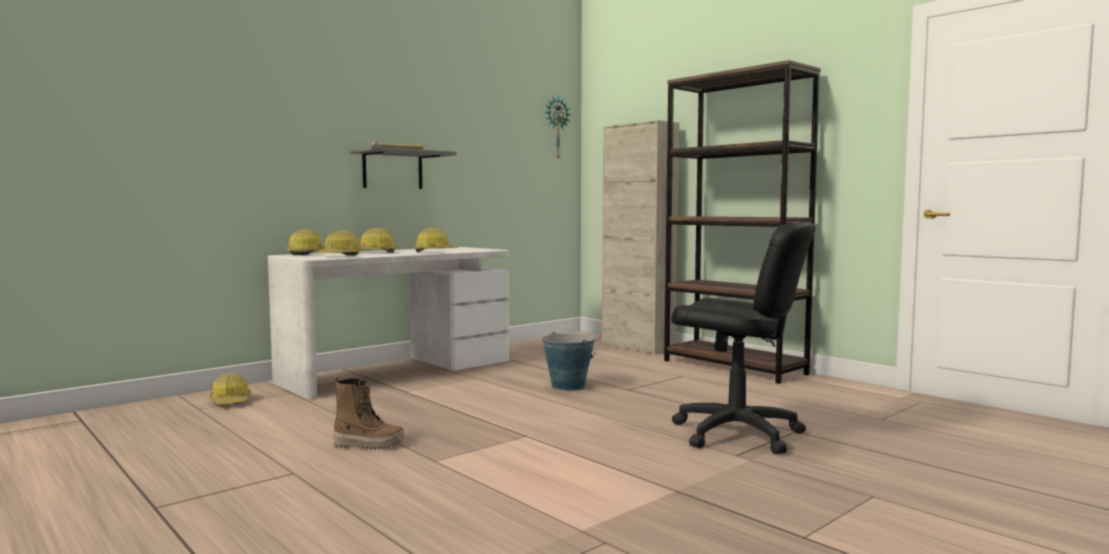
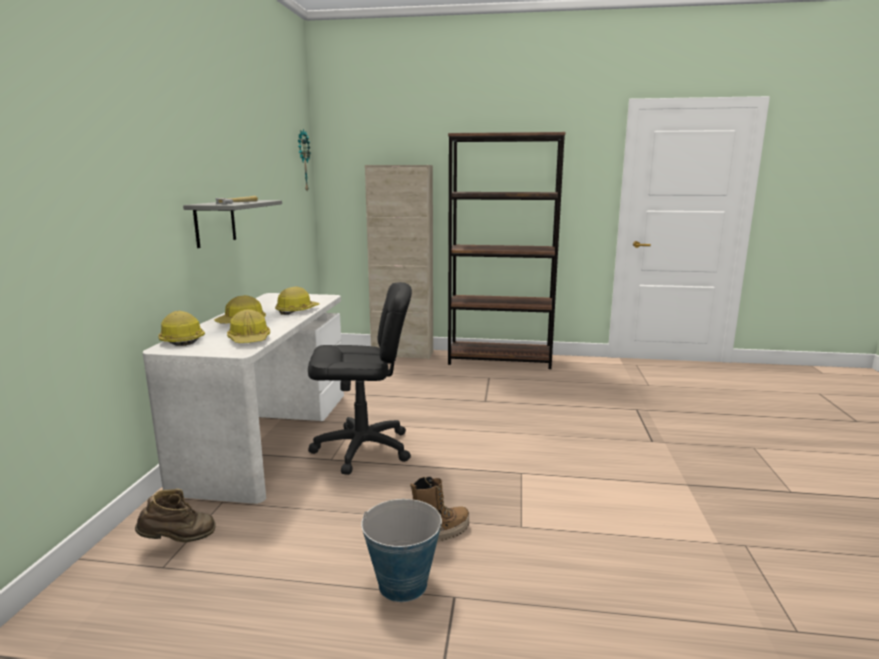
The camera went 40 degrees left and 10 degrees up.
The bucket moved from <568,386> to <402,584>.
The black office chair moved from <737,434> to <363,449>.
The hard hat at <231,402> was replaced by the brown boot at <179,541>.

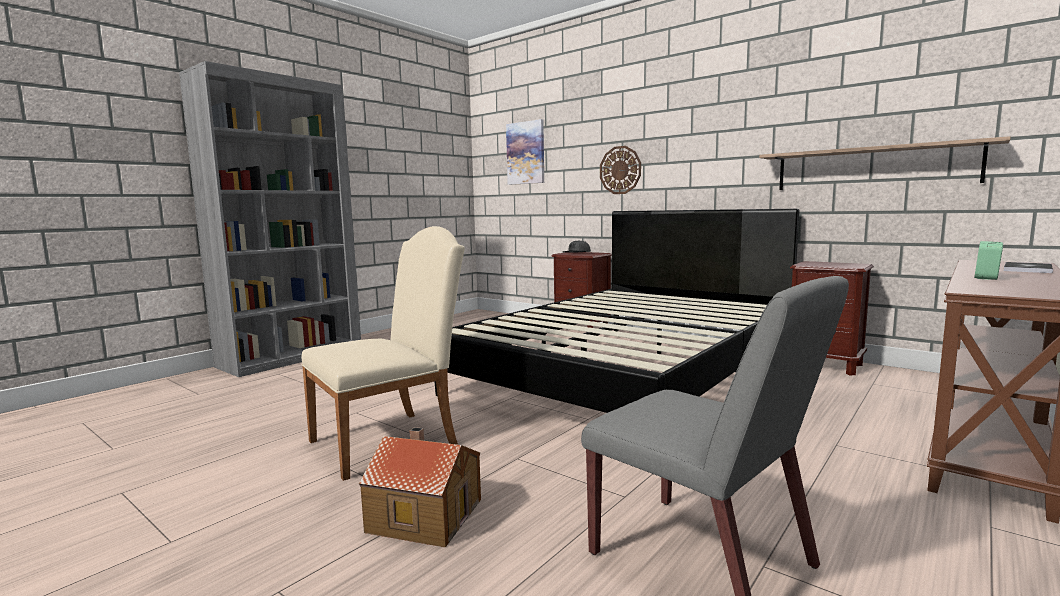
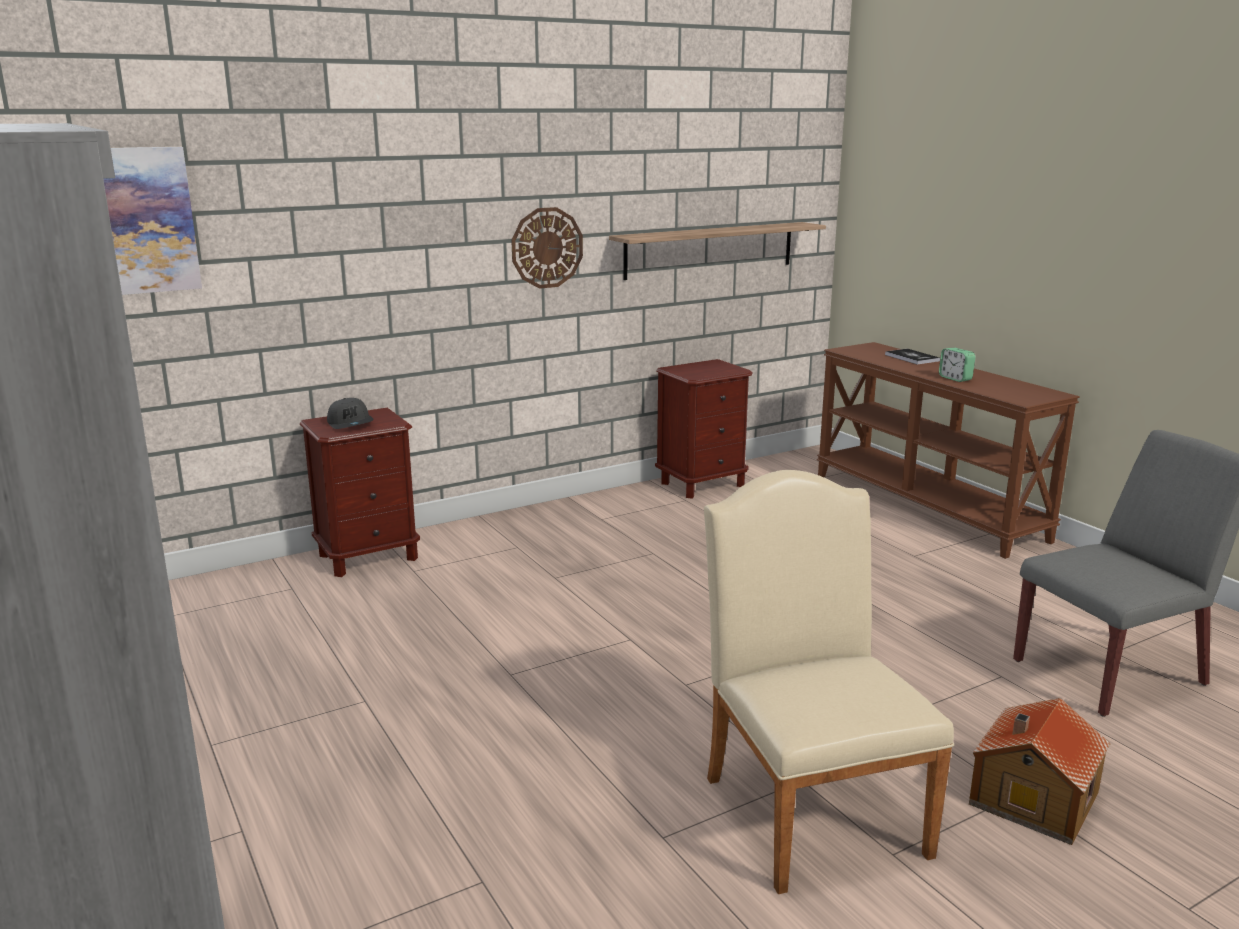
The camera went 70 degrees left and 10 degrees up.
The black bed at <629,372> disappeared.
The wall clock moved from <620,170> to <547,248>.

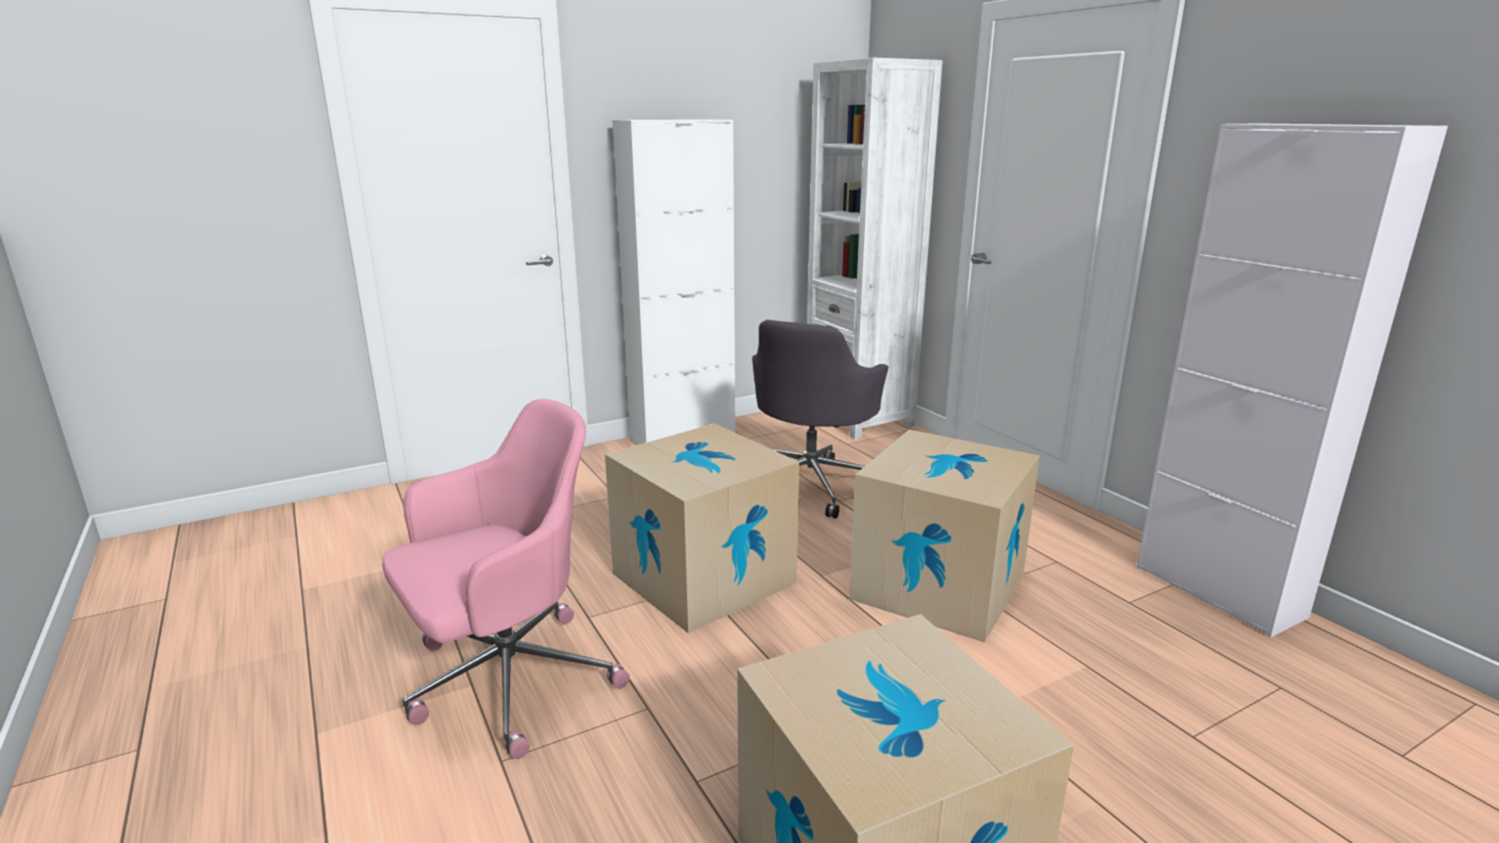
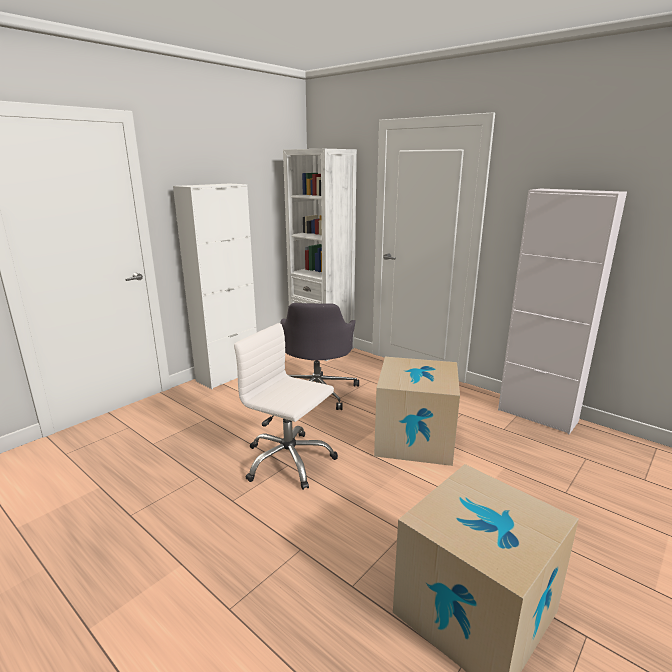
The camera went 20 degrees left and 0 degrees up.
The pink office chair at <507,681> disappeared.
The cardboard box at <703,578> was replaced by the white office chair at <288,461>.

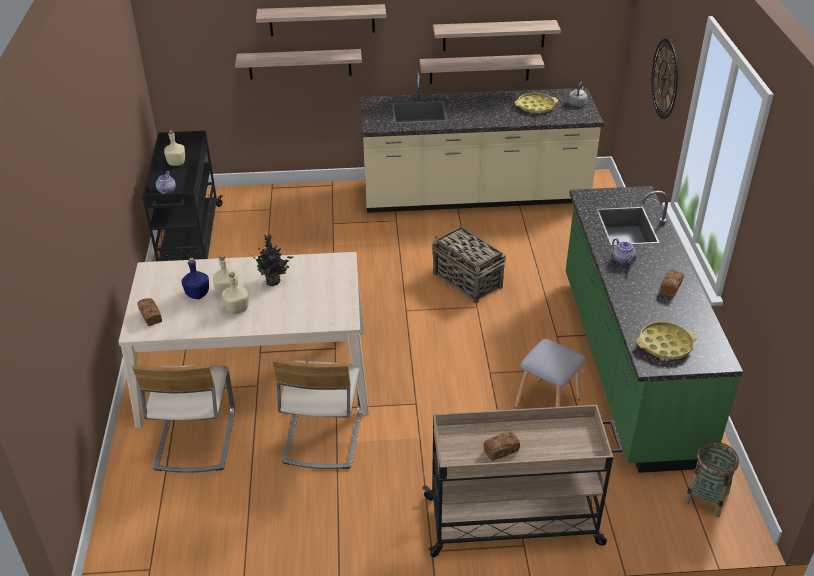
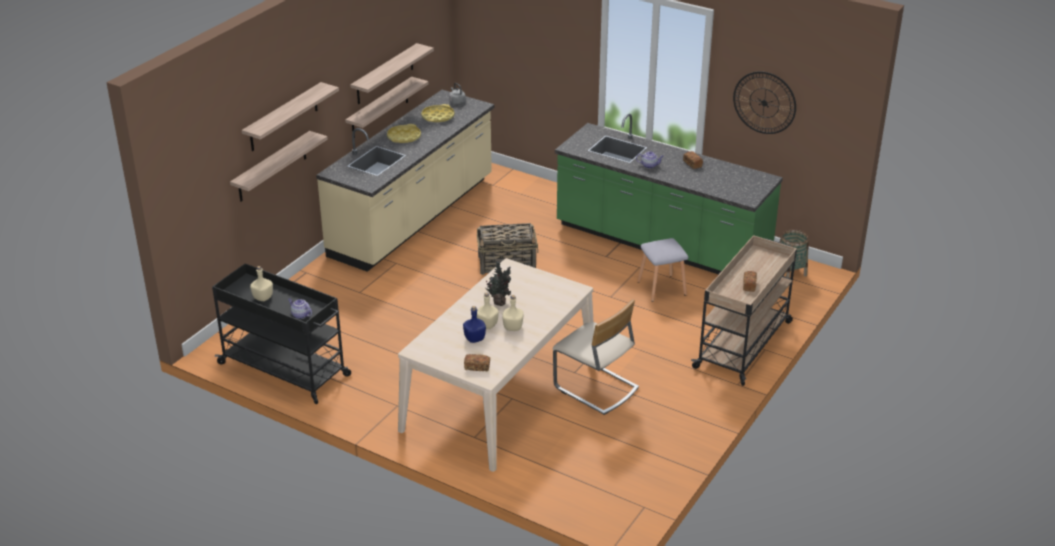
The camera went 55 degrees left and 5 degrees down.
The beige chair at <195,440> disappeared.
The yellow tray moved from <665,344> to <404,137>.
The wall clock moved from <664,79> to <764,102>.

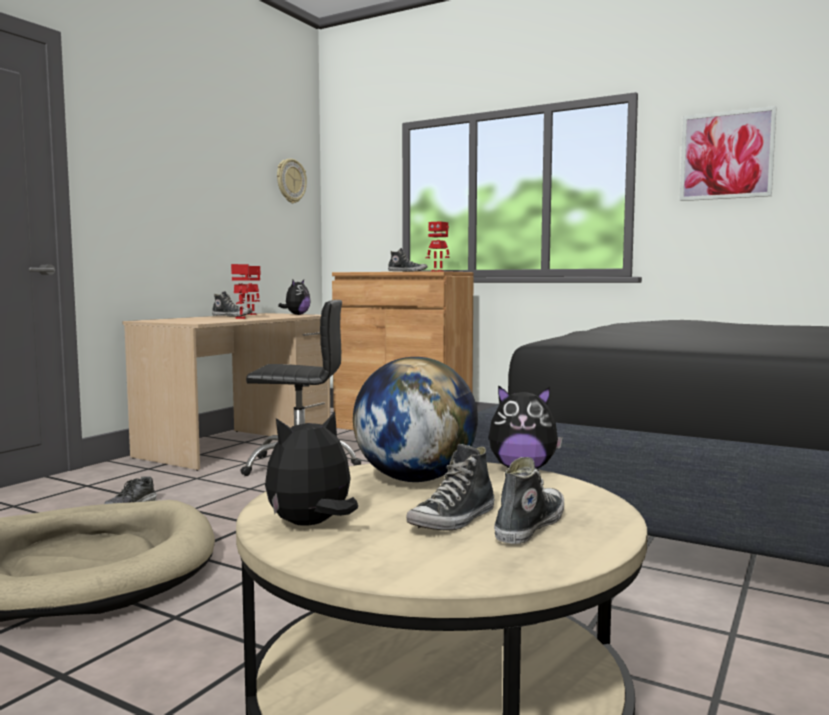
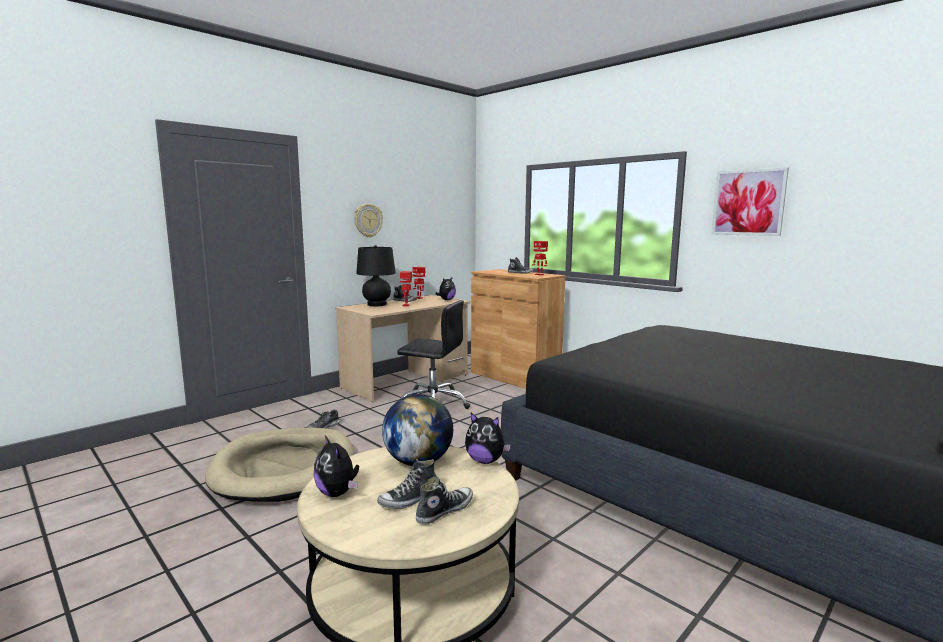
The camera went 15 degrees right and 5 degrees up.
The black table lamp at <377,304> appeared.
The wall clock moved from <290,181> to <368,220>.
The plush toy at <311,525> turned 105 degrees counterclockwise.

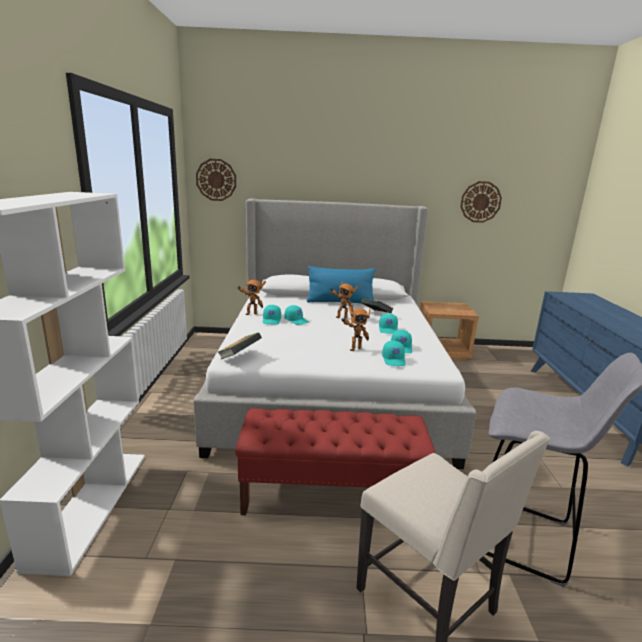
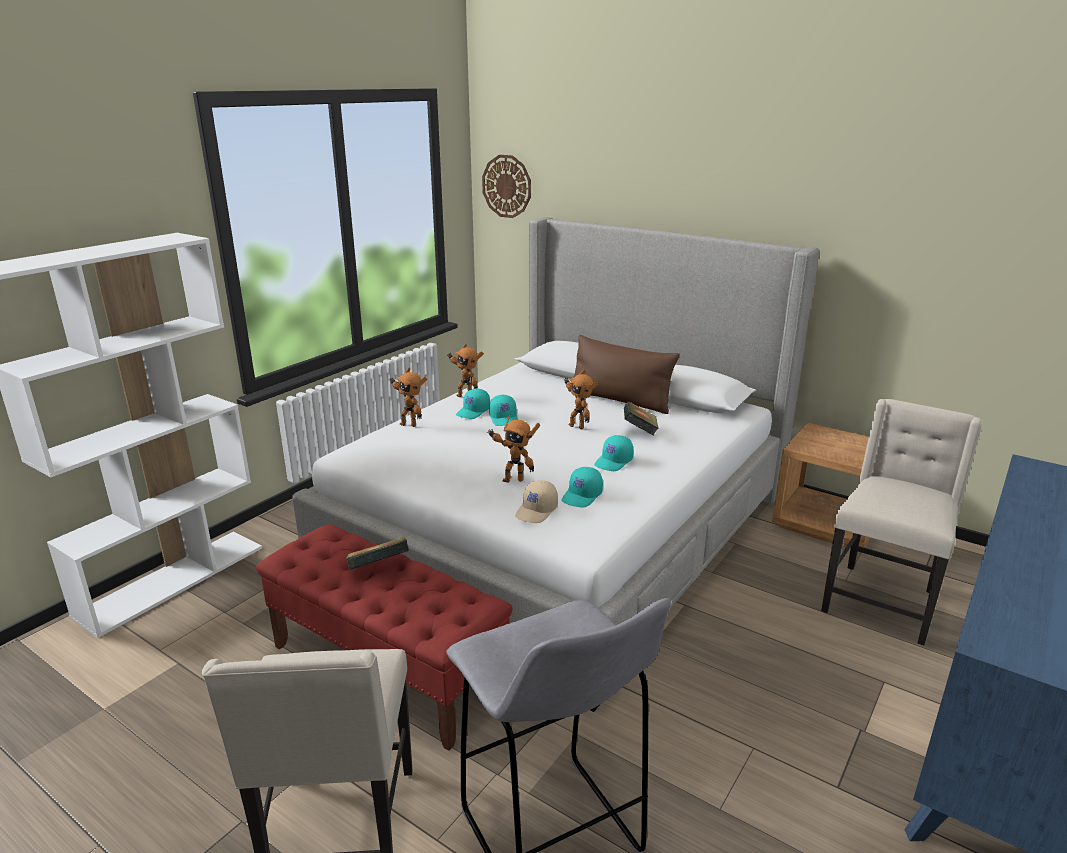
The camera went 35 degrees right and 5 degrees up.
The wall clock at <480,202> disappeared.
The toy robot at <409,424> appeared.
The beige chair at <880,601> appeared.
The book moved from <239,357> to <379,569>.
The blue pillow at <340,302> became the brown pillow at <619,400>.
The turquoise cap at <394,360> became the beige cap at <537,511>.

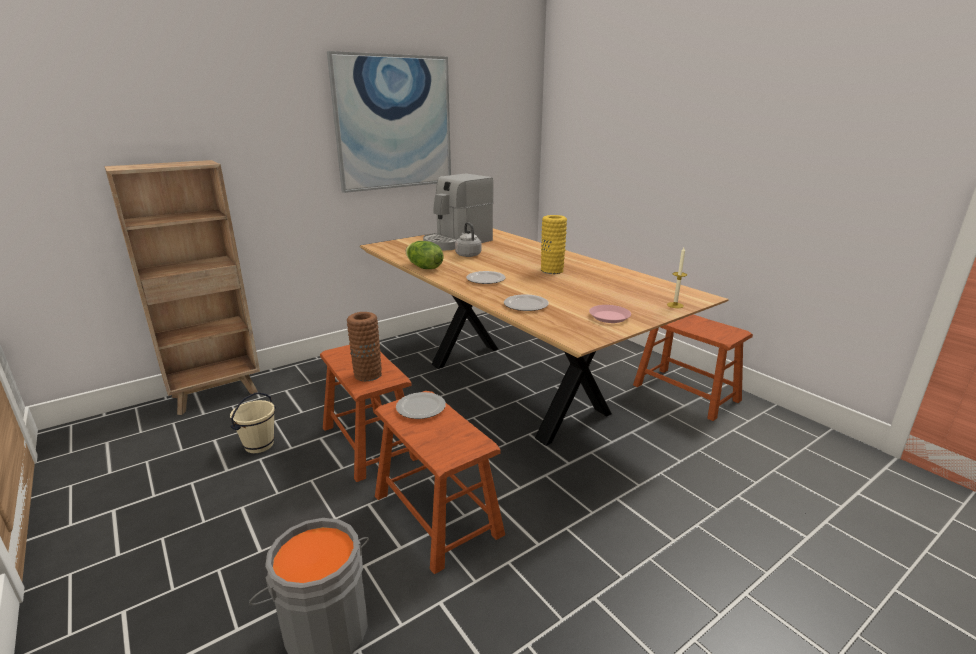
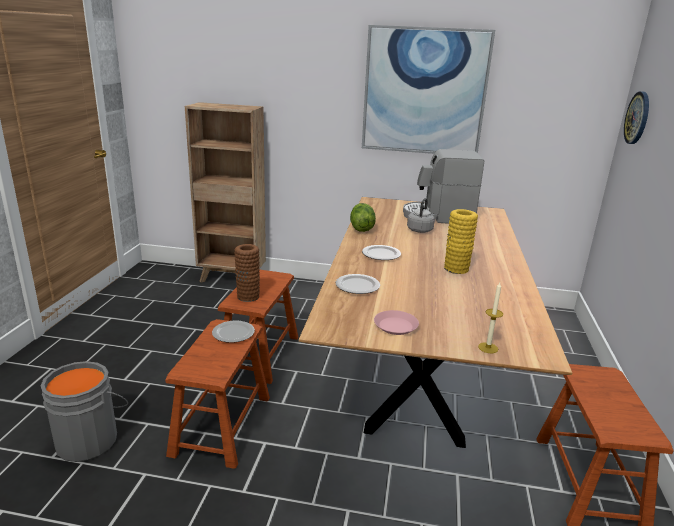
The camera went 45 degrees right and 0 degrees up.
The beige bucket at <259,445> disappeared.
The wall clock at <637,118> appeared.

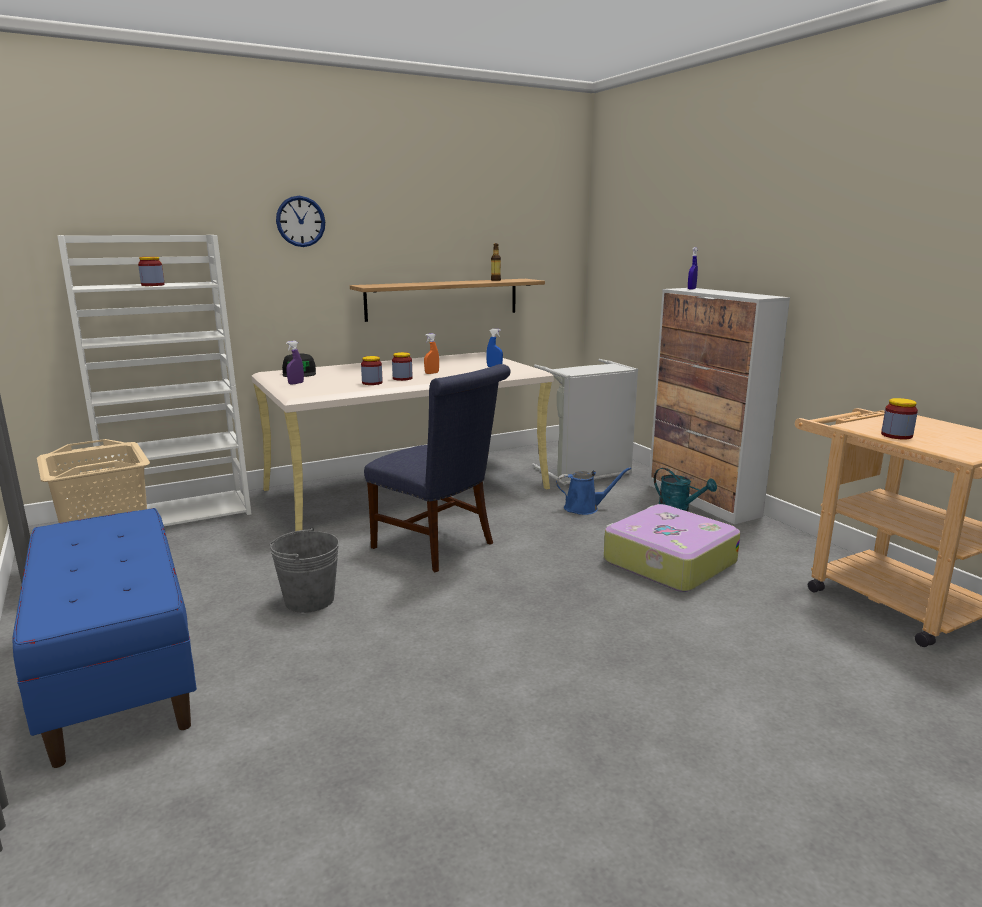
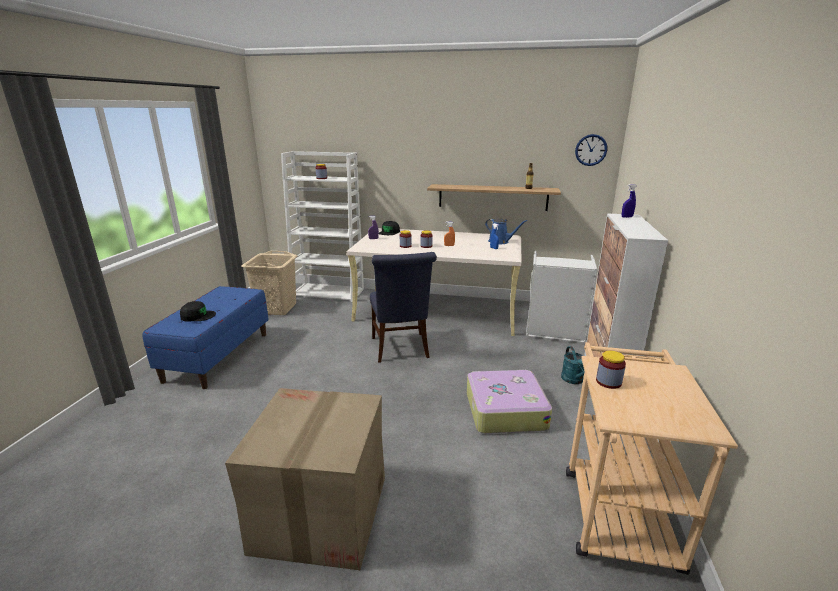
The camera went 40 degrees right and 5 degrees up.
The grey bucket at <309,600> disappeared.
The black cap at <198,316> appeared.
The cardboard box at <320,514> appeared.
The wall clock moved from <300,221> to <591,150>.
The blue watering can moved from <585,508> to <500,242>.

